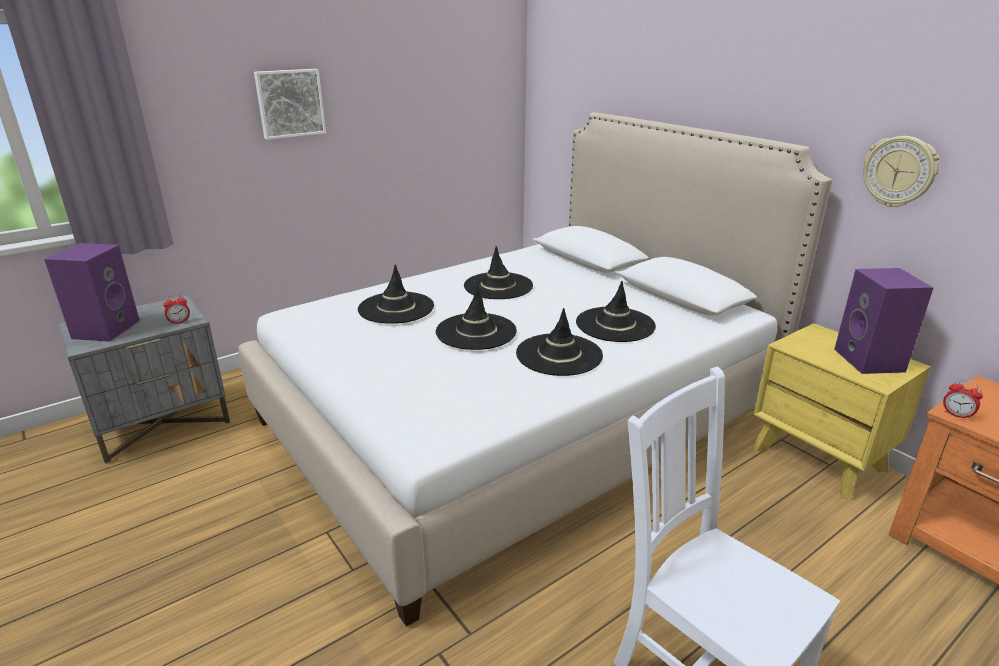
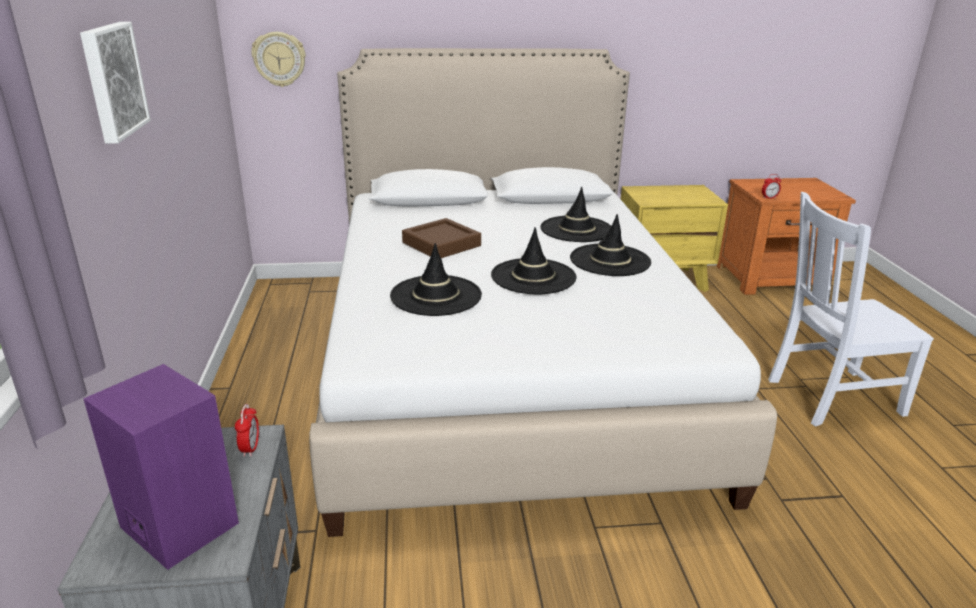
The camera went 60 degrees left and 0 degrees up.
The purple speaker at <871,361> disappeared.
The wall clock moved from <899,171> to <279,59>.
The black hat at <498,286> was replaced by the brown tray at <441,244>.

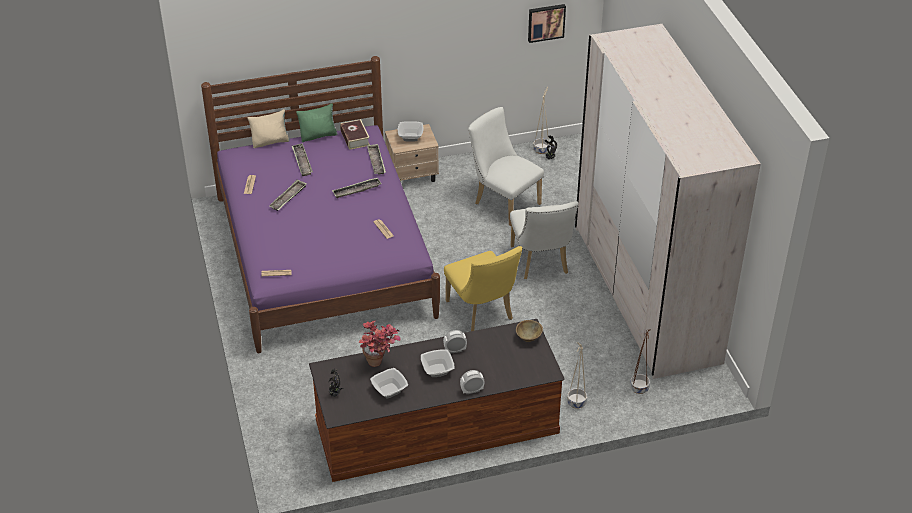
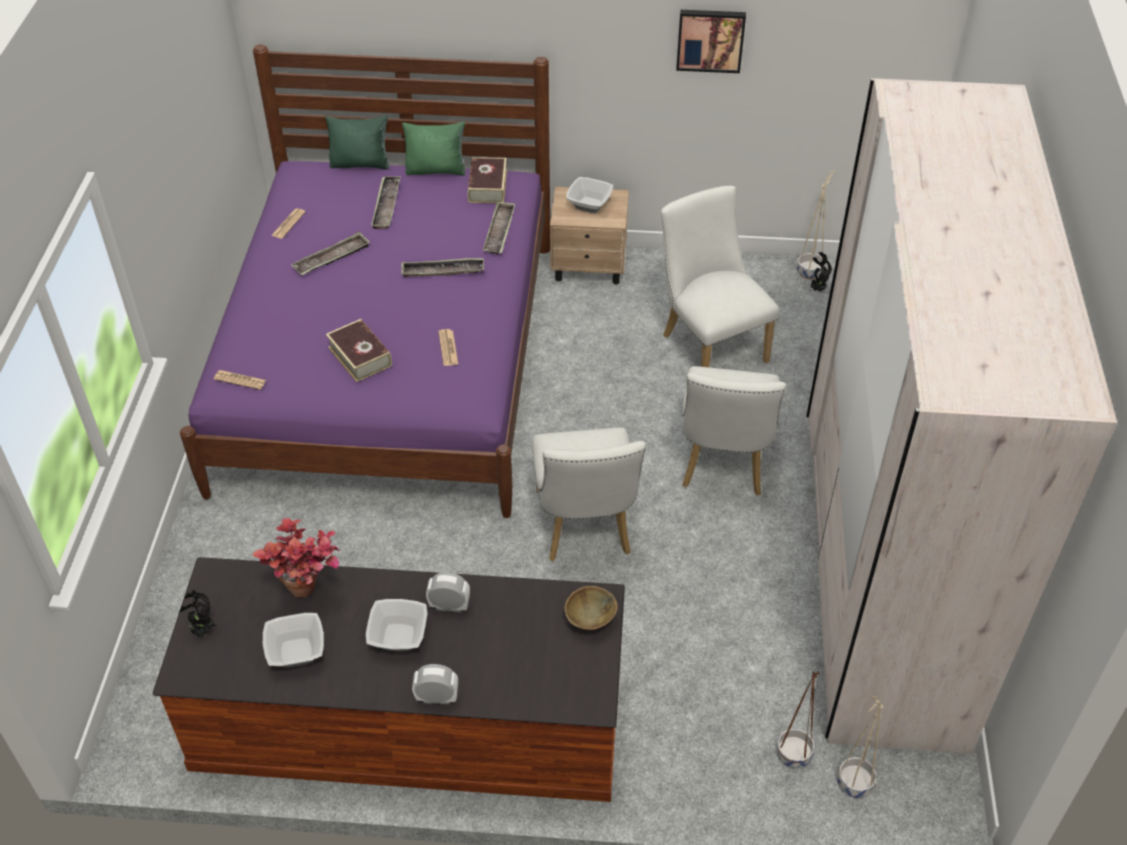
The camera went 20 degrees right and 5 degrees up.
The book at <360,356> appeared.
The picture moved from <546,22> to <710,39>.
The beige planter moved from <576,402> to <853,783>.
The beige pillow at <270,141> became the green pillow at <361,164>.
The yellow chair at <482,313> became the white chair at <585,529>.

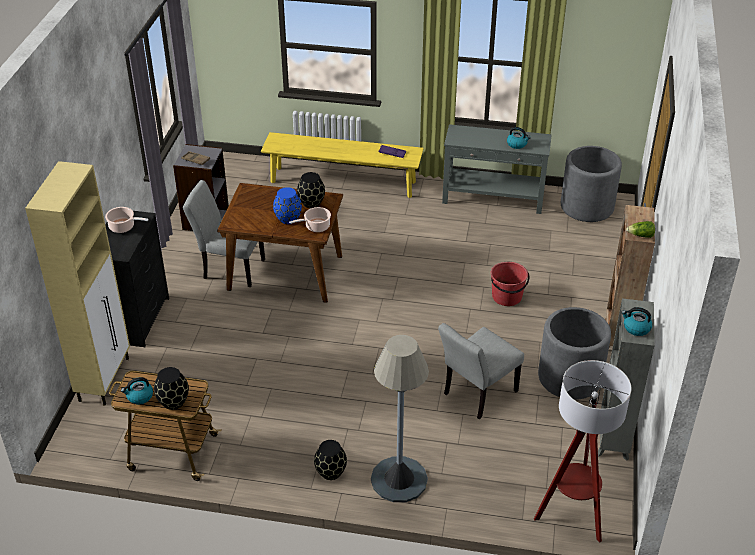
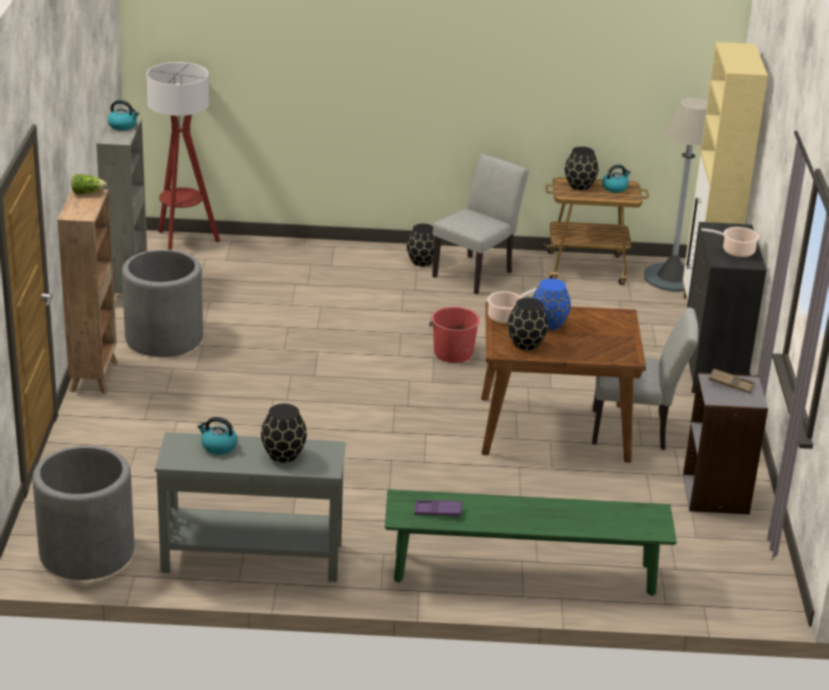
The camera went 170 degrees right and 10 degrees down.
The black vase at <284,455> appeared.
The grey floor lamp moved from <399,479> to <671,278>.
The grey chair moved from <476,395> to <476,272>.
The red bucket moved from <507,297> to <452,353>.
The yellow bench at <343,182> became the green bench at <524,573>.

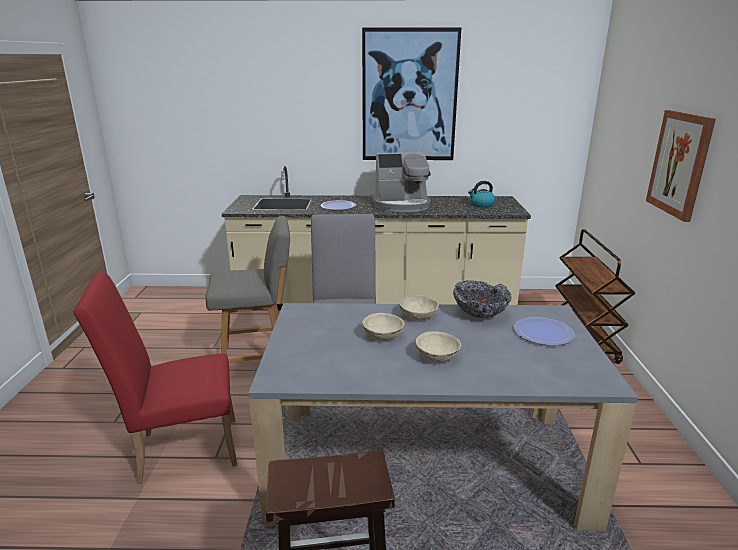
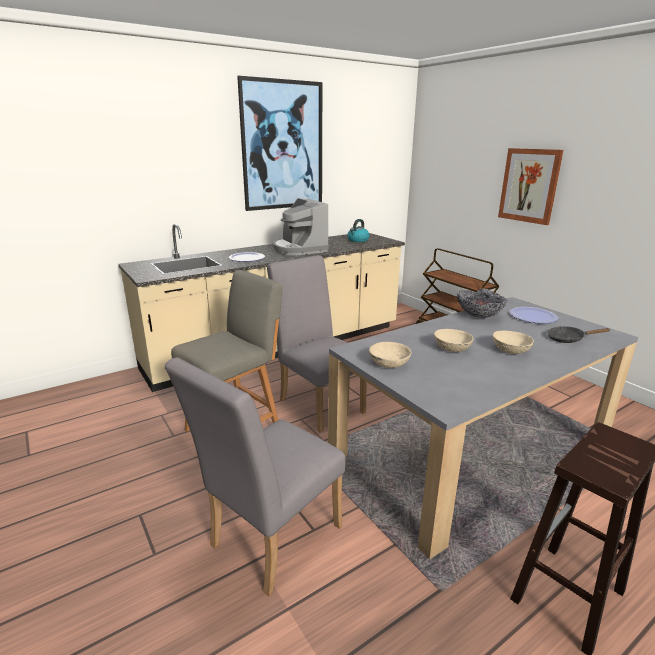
The camera went 35 degrees left and 0 degrees up.
The black frying pan at <568,339> appeared.
The beige bowl moved from <418,316> to <388,363>.
The red chair at <180,449> became the grey chair at <269,541>.
The coffee machine at <401,205> turned 105 degrees clockwise.

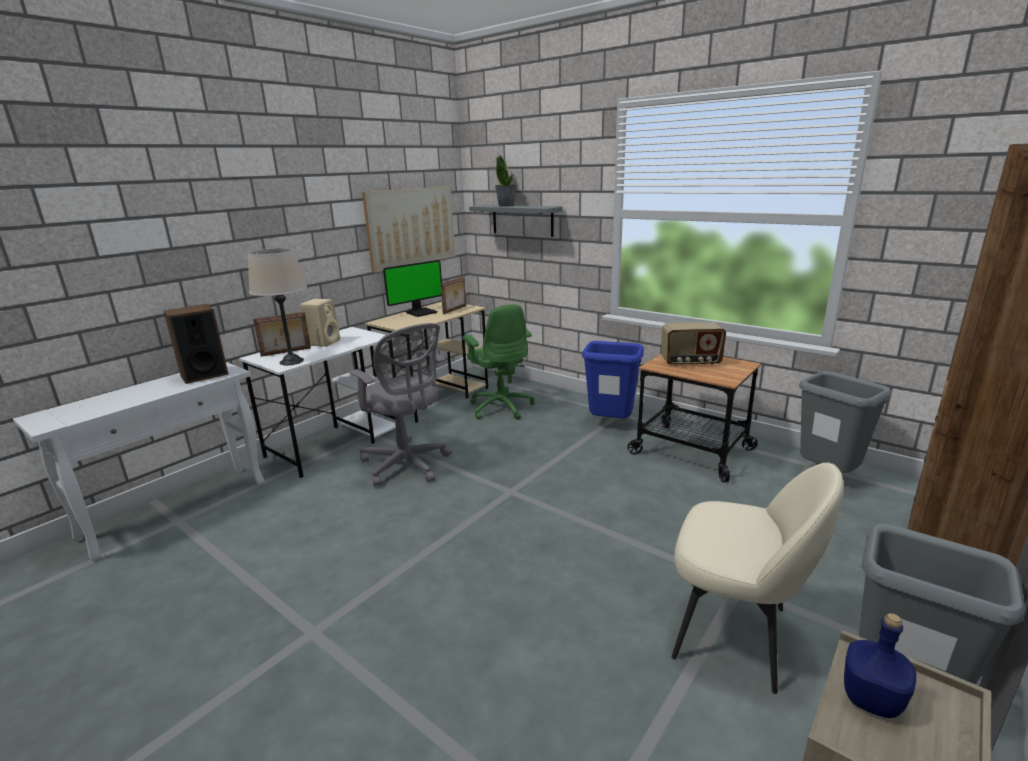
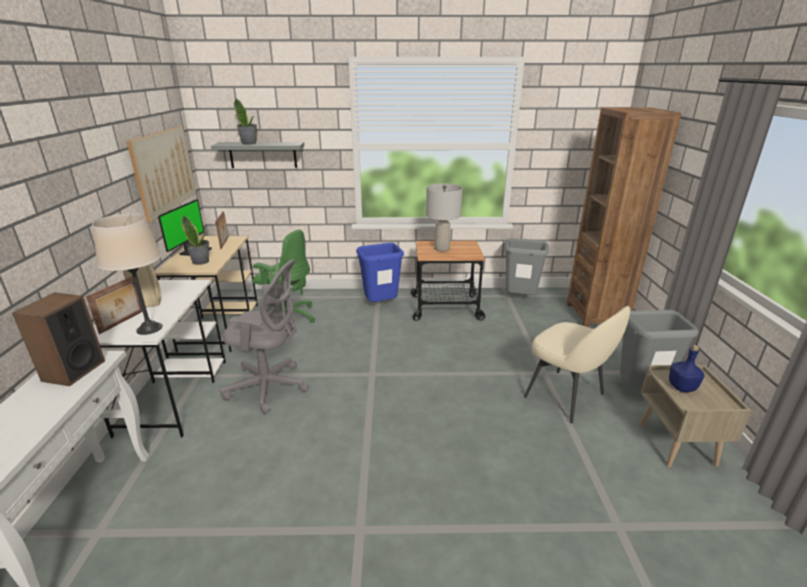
The camera went 40 degrees left and 5 degrees up.
The potted plant at <201,261> appeared.
The radio at <690,362> was replaced by the grey table lamp at <441,249>.
The beige chair at <734,634> turned 60 degrees clockwise.

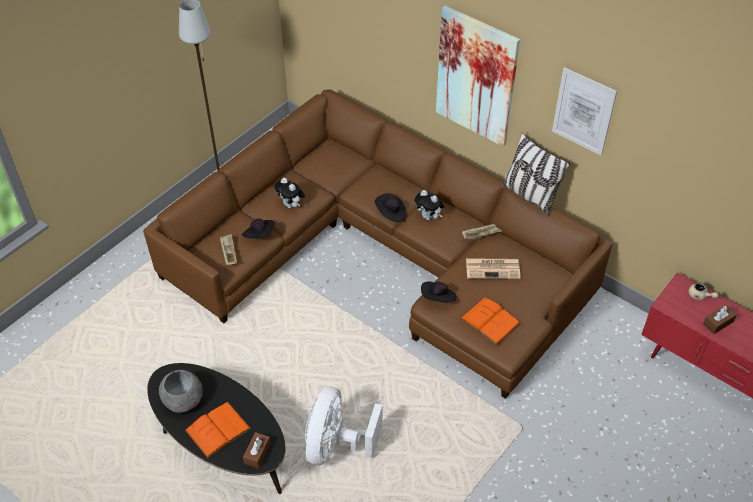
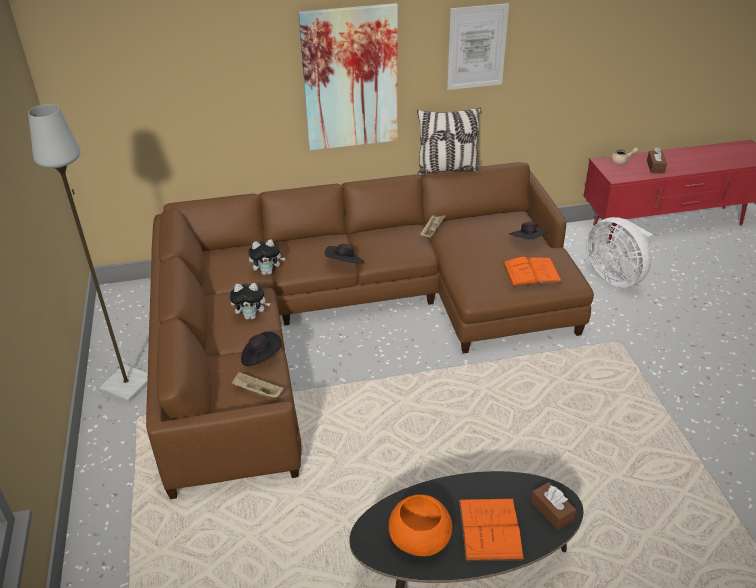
The camera went 50 degrees left and 10 degrees down.
The newspaper at <493,268> disappeared.
The white fan moved from <336,445> to <616,276>.
The plush toy moved from <429,217> to <267,272>.
The black hat moved from <438,298> to <527,241>.
The grey bowl at <183,400> became the orange bowl at <420,540>.

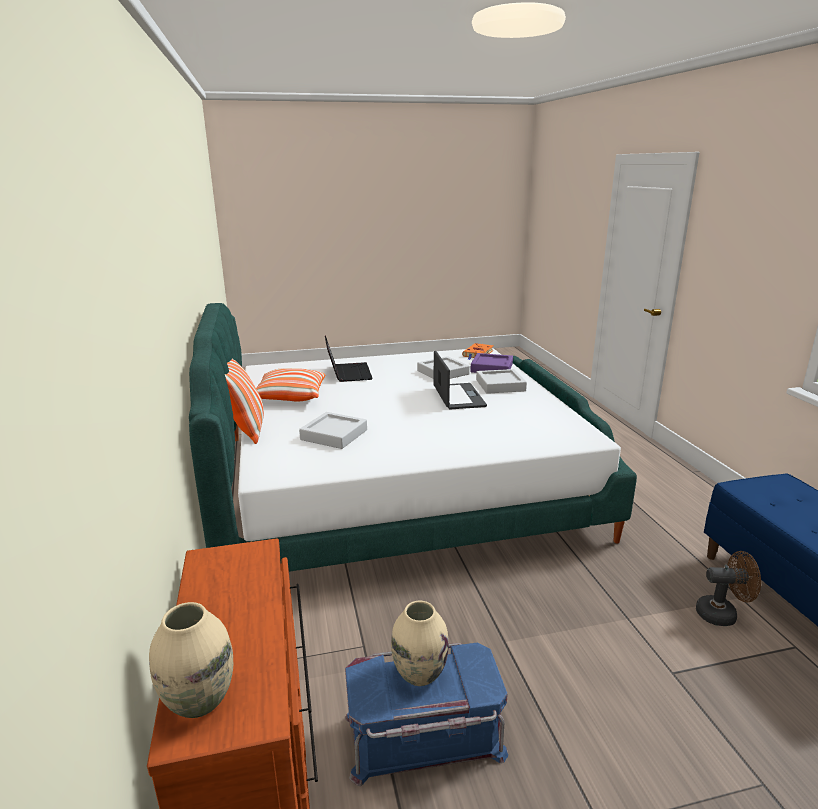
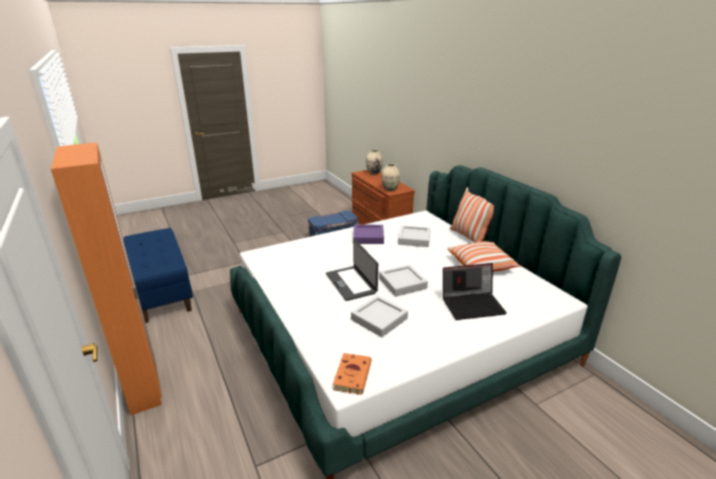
The camera went 165 degrees right and 5 degrees up.
The brown fan at <722,614> disappeared.
The orange wardrobe at <144,386> appeared.
The beige vase moved from <419,673> to <390,189>.
The purple tray moved from <491,368> to <368,237>.
The grey tray moved from <500,385> to <402,283>.
The laptop at <348,373> turned 75 degrees counterclockwise.

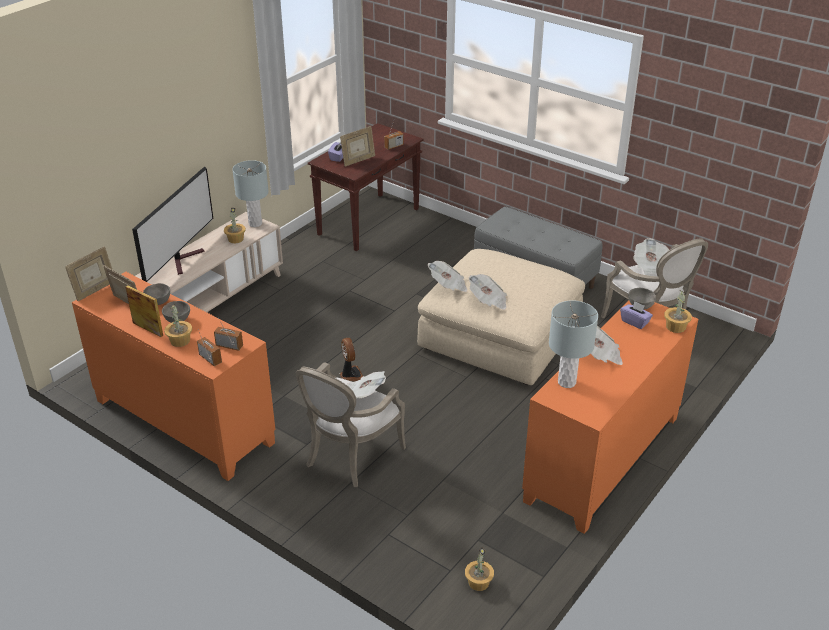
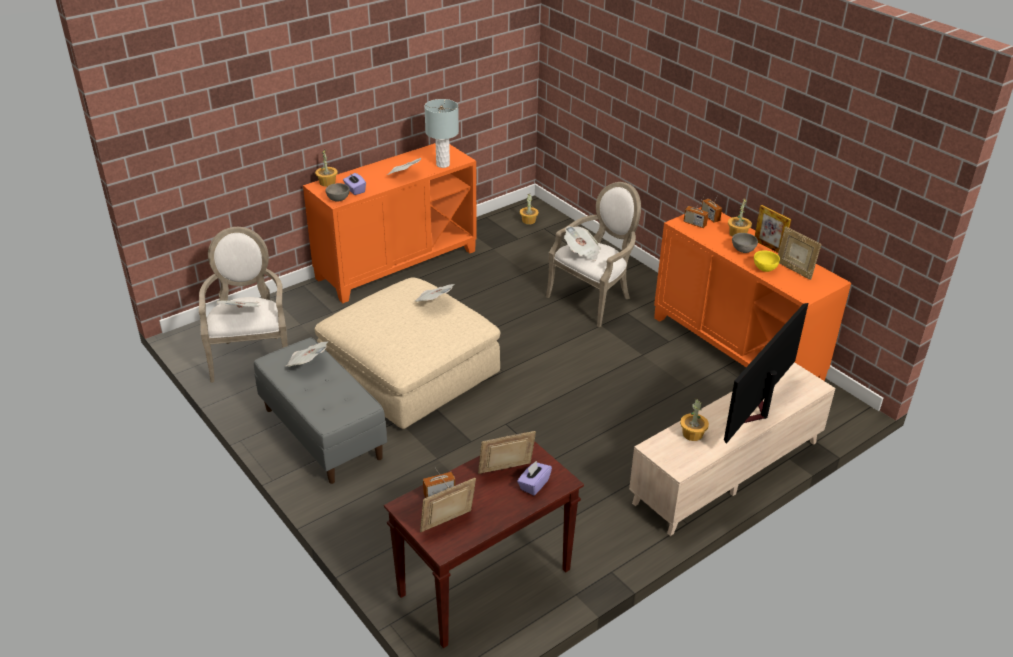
The camera went 165 degrees left and 0 degrees up.
The grey table lamp at <255,223> disappeared.
The fan at <350,375> disappeared.
The picture frame moved from <95,290> to <448,523>.
The newspaper moved from <448,286> to <307,363>.
The grey bowl at <159,302> became the yellow bowl at <764,269>.

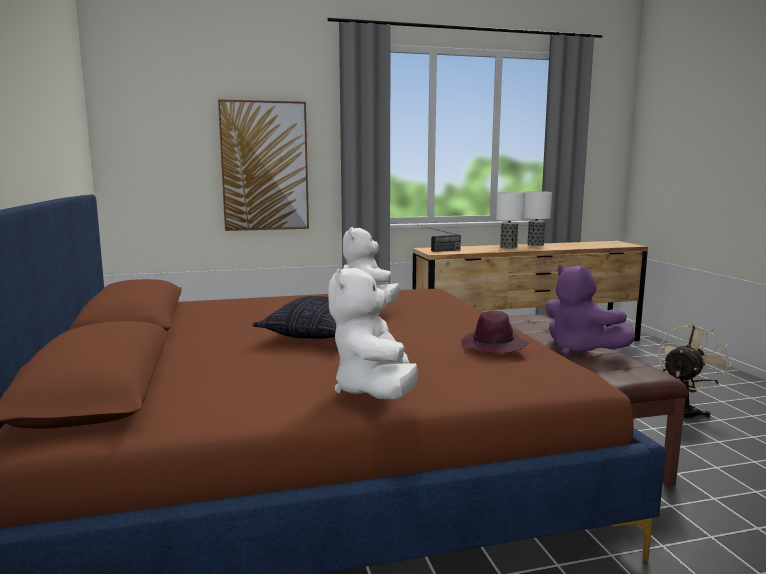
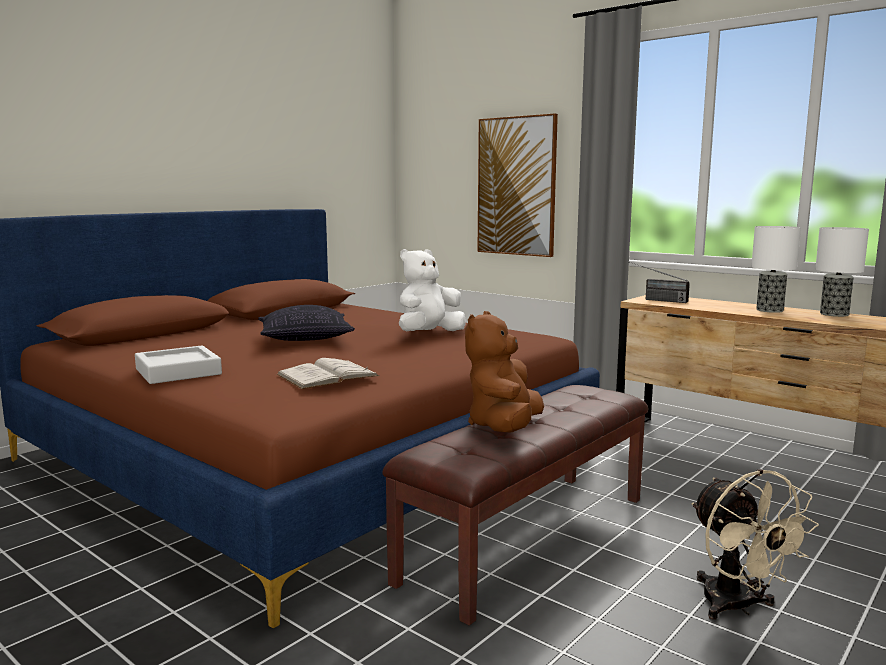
The camera went 55 degrees right and 0 degrees up.
The white plush toy at <375,392> was replaced by the grey tray at <178,371>.
The purple hat at <494,346> was replaced by the white book at <327,375>.
The purple plush toy at <580,350> became the brown plush toy at <504,427>.
The beige fan at <684,411> turned 60 degrees clockwise.

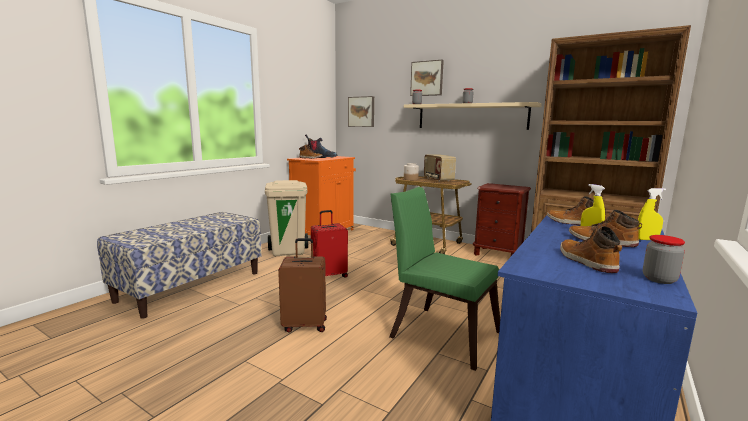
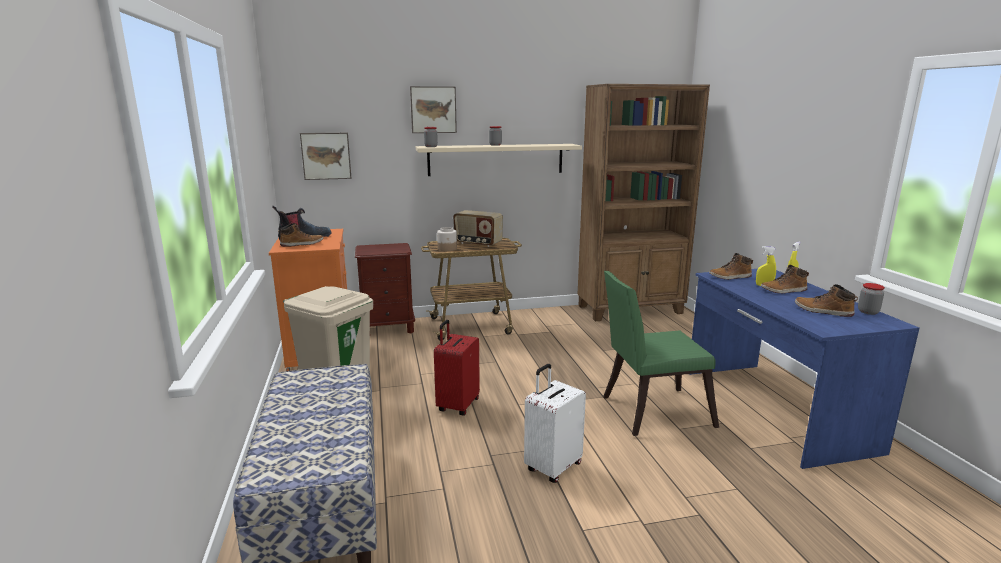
The camera went 45 degrees left and 5 degrees up.
The brown nightstand moved from <498,254> to <388,328>.
The brown suitcase at <305,325> became the white suitcase at <552,467>.

